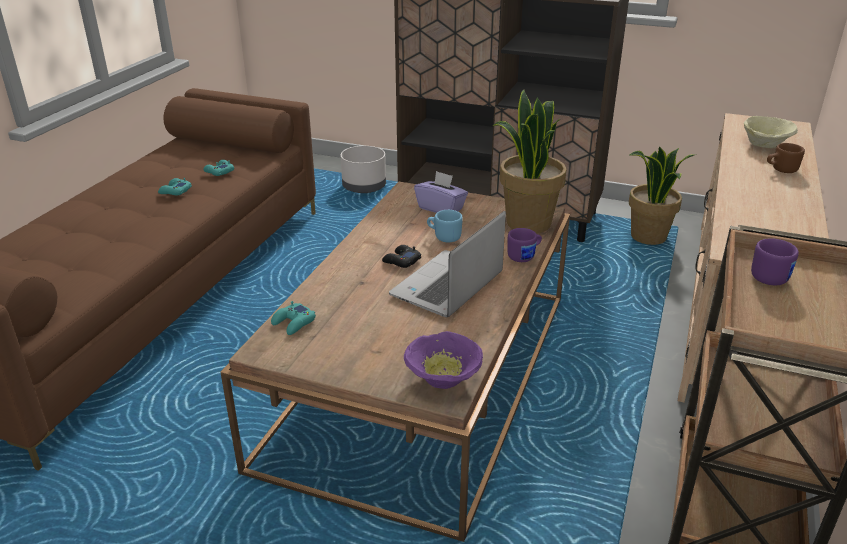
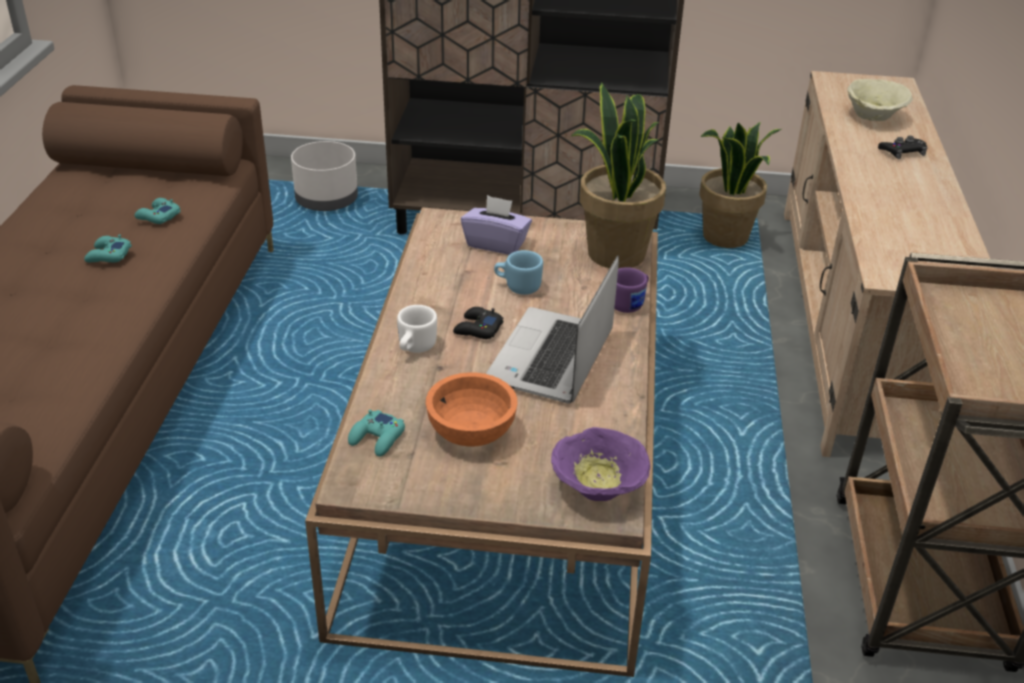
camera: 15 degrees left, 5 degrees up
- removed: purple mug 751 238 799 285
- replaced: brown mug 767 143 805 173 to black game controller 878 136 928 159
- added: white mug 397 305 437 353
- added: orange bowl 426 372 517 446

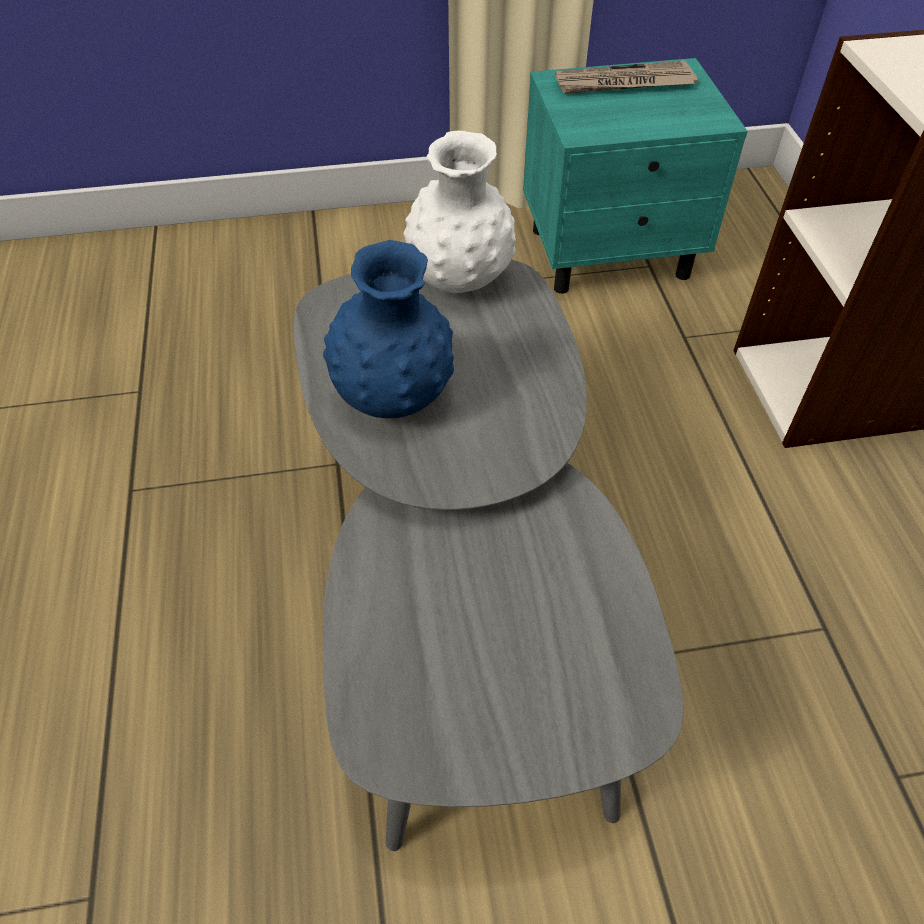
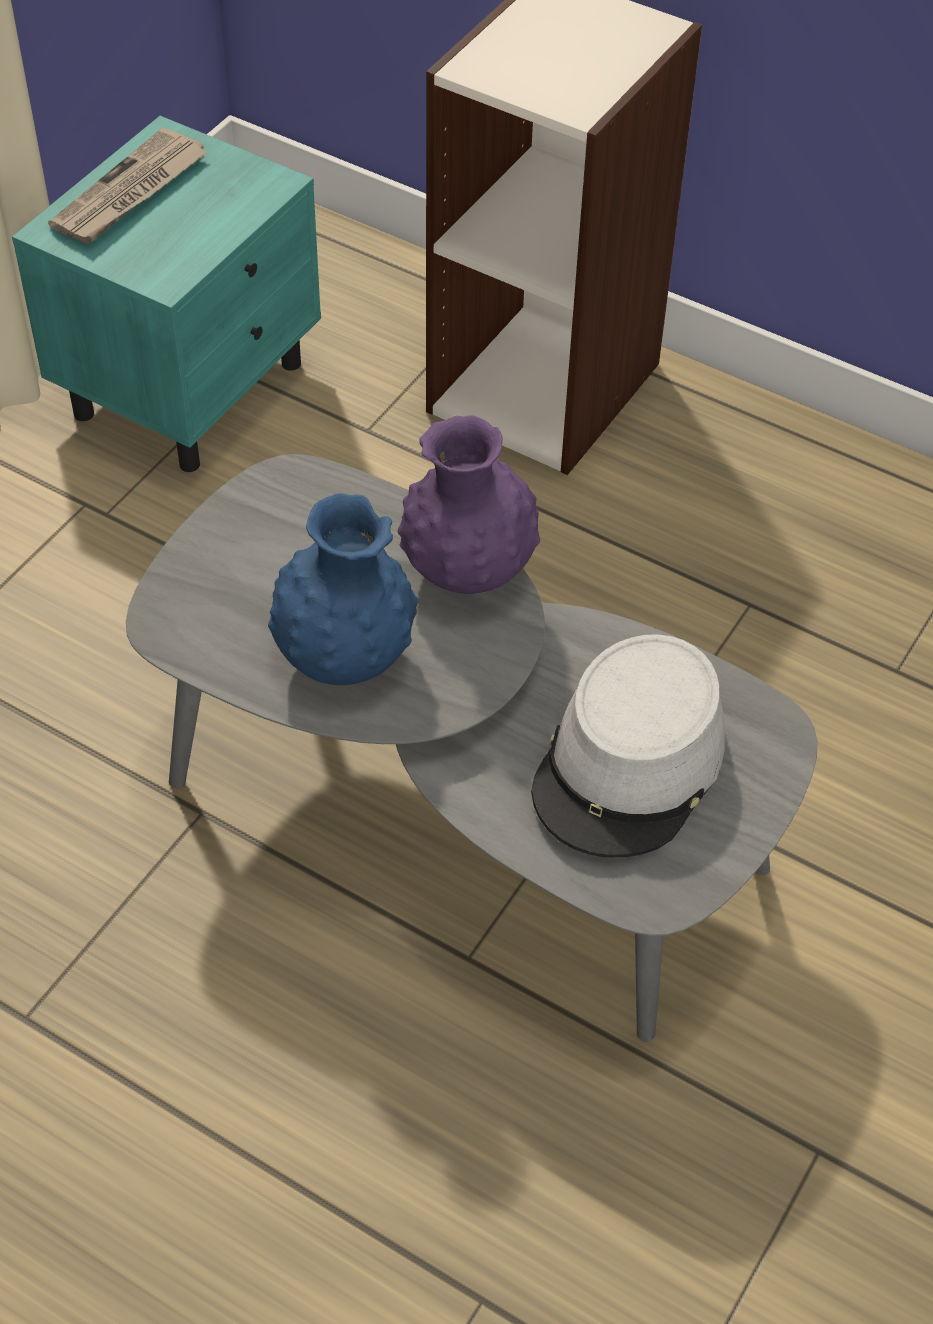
camera: 50 degrees left, 0 degrees up
- removed: white vase 404 131 516 293
- added: purple vase 398 415 540 594
- added: grey hat 531 634 725 858

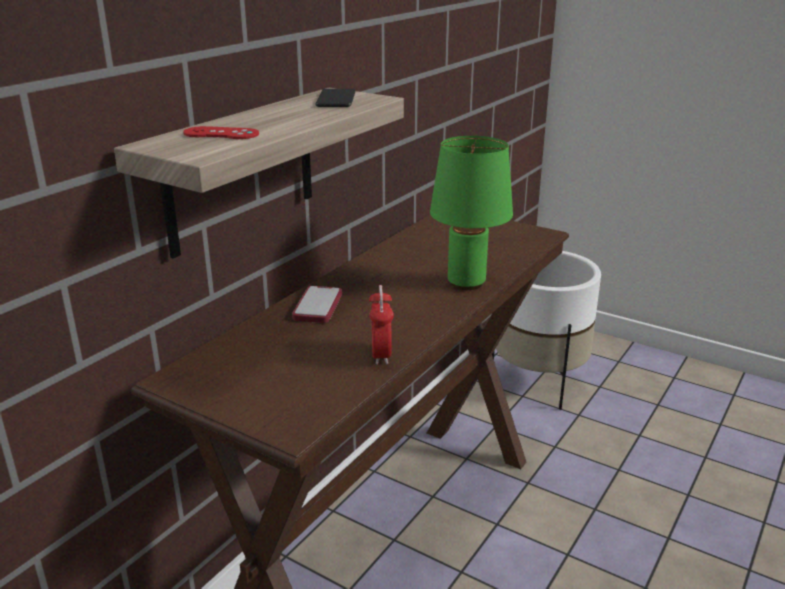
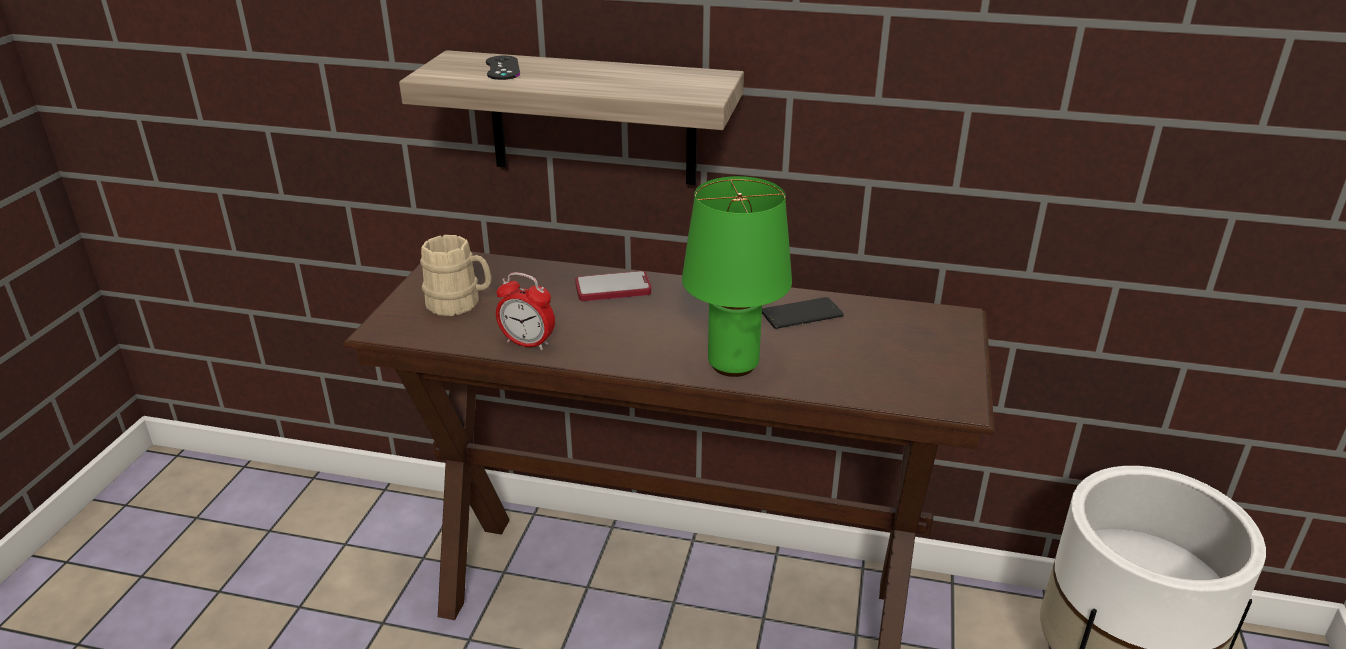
camera: 70 degrees right, 5 degrees up
- recoloured: red game controller 183 126 259 139 to black game controller 486 56 520 80
- moved: phone 315 89 355 107 to 762 297 844 329
- turned: alarm clock 369 285 394 365 = 496 272 555 350 135 degrees counterclockwise
- added: beige mug 420 235 491 316

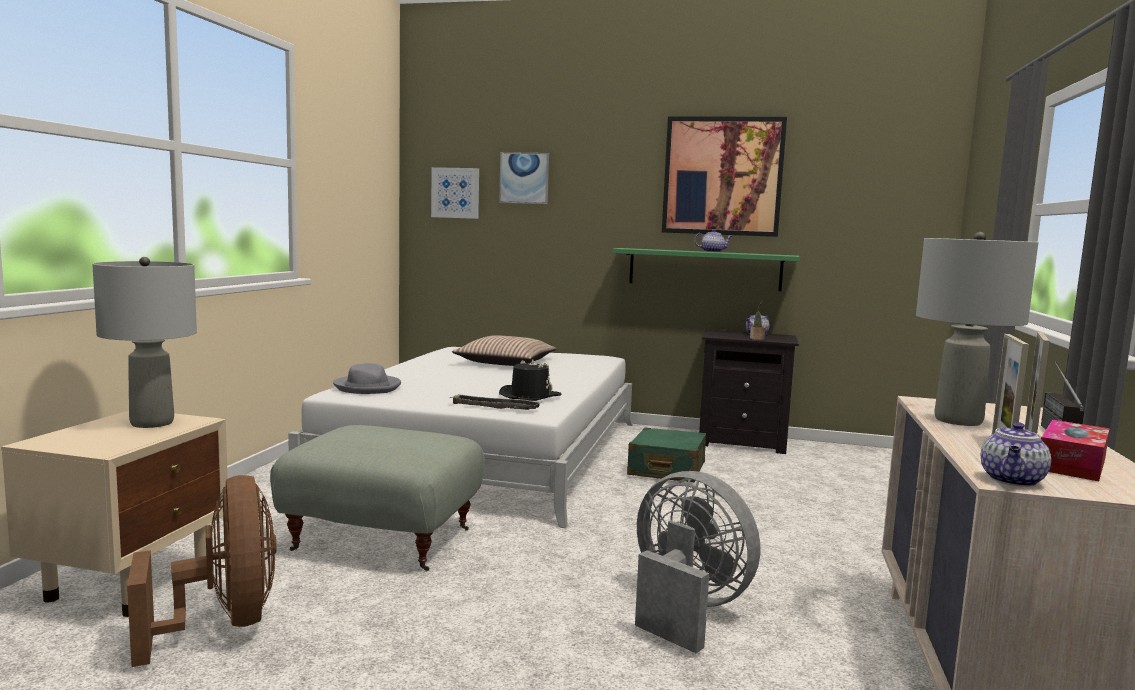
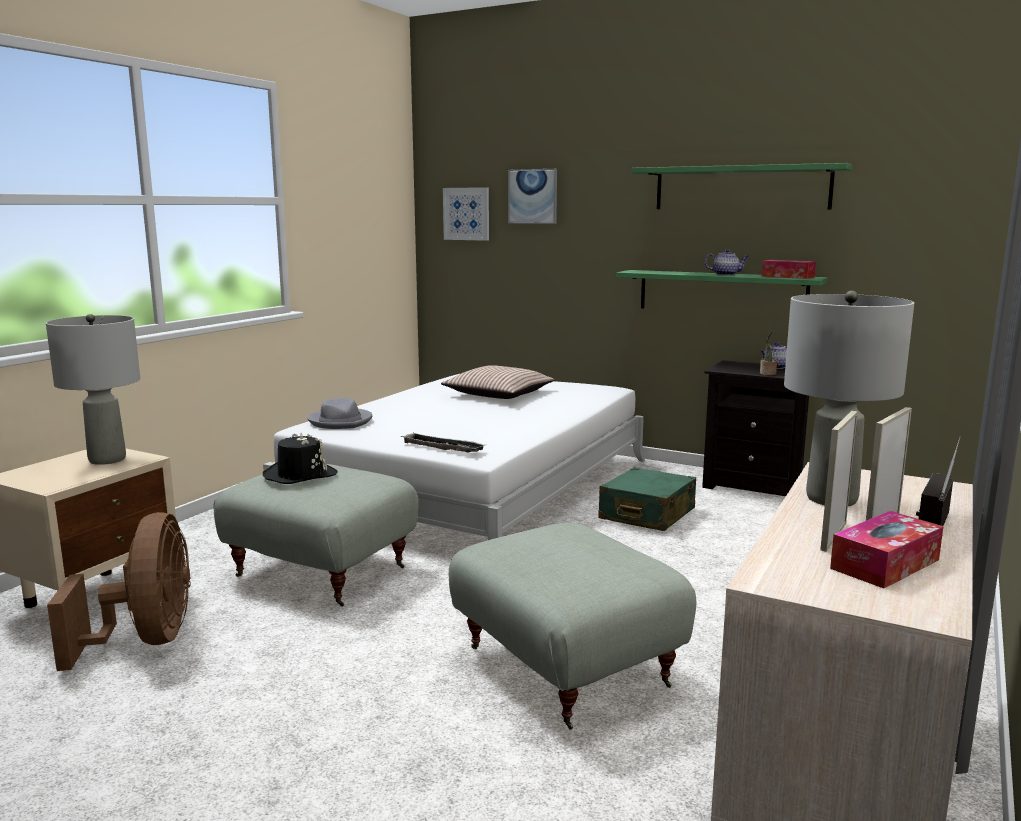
camera: 15 degrees right, 5 degrees up
- moved: black hat 499 359 562 401 to 263 433 338 484
- replaced: grey fan 635 471 760 654 to grey ottoman 449 523 696 730
- replaced: picture 662 116 787 237 to green shelf 632 163 853 209
- removed: teapot 981 422 1051 487
- added: tissue box 762 260 816 279

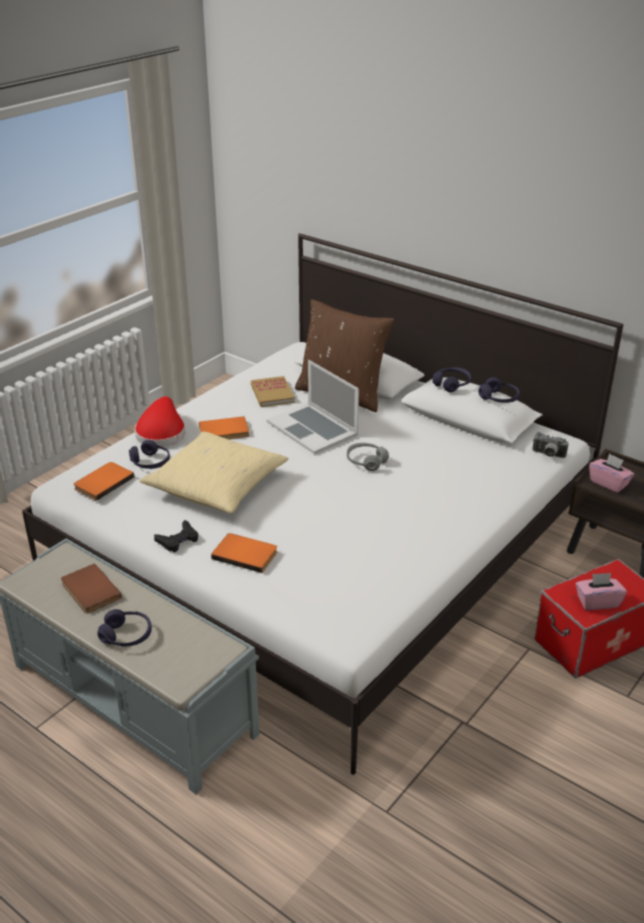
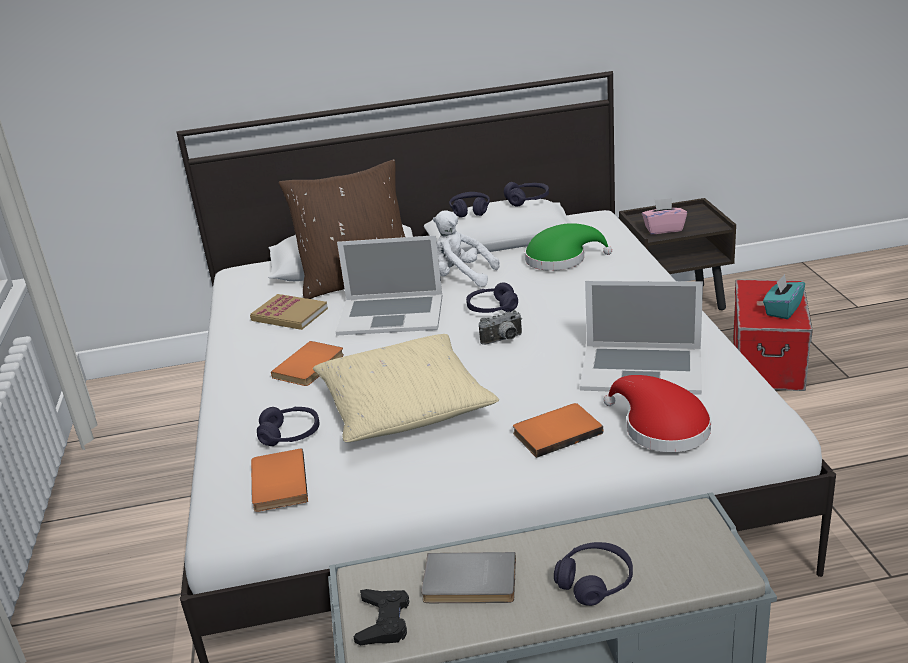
camera: 45 degrees left, 5 degrees down
- recoloured: brown book 61 563 122 614 to grey book 421 552 516 603
- moved: red hat 135 396 186 447 to 603 375 711 452
- moved: black game controller 154 520 198 552 to 354 589 409 645
- recoloured: grey headphones 347 443 389 471 to purple headphones 466 282 518 313
- moved: photo camera 532 432 568 458 to 479 310 522 345
- recoloured: pink tissue box 576 573 627 610 to turquoise tissue box 763 274 805 319
- added: white plush toy 433 211 500 287
- added: green hat 525 223 612 271
- added: laptop 580 281 703 395

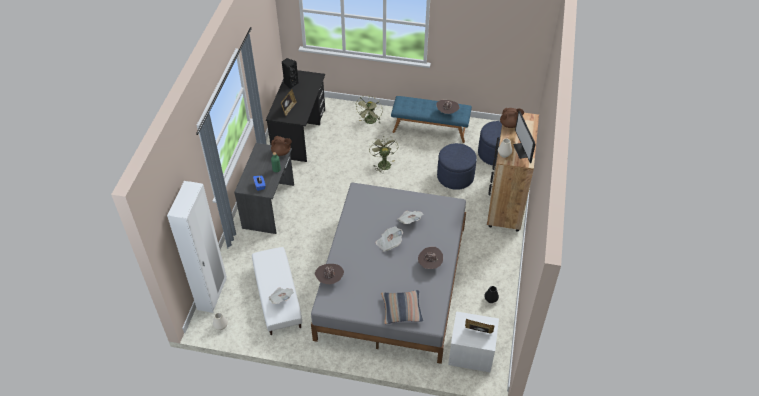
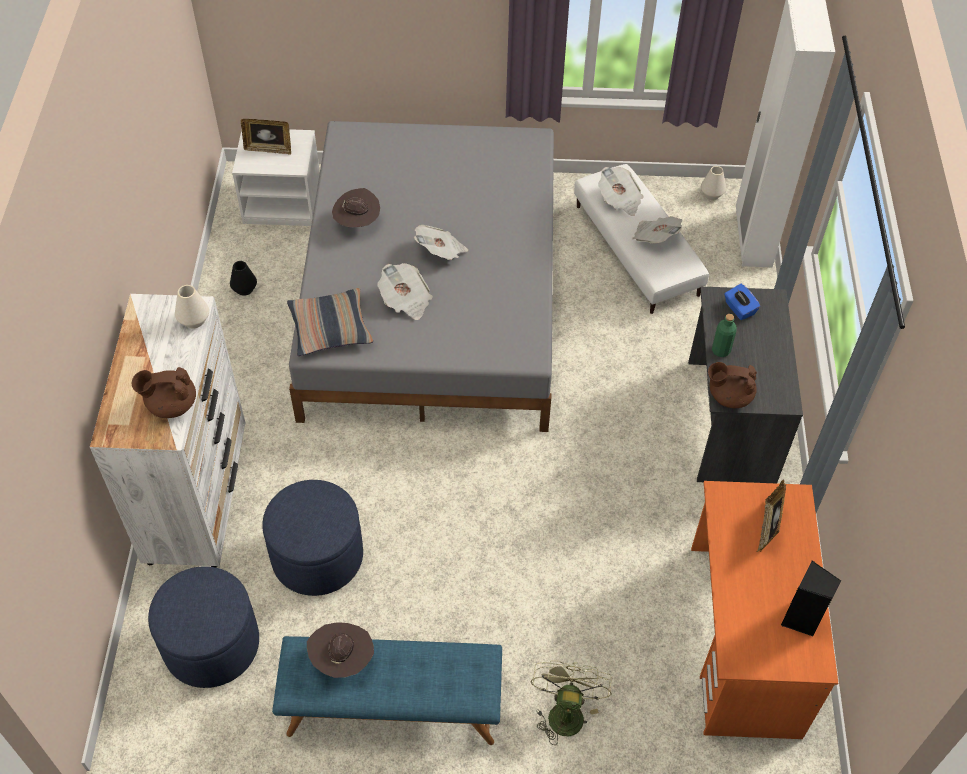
camera: 170 degrees right, 5 degrees up
- recoloured: black desk 266 70 325 162 to orange desk 691 481 838 739
- removed: brown hat 315 264 344 284
- removed: green fan 369 136 398 172
- moved: pillow 381 290 423 324 to 287 288 373 356
- recoloured: brown dresser 487 113 539 232 to white dresser 90 294 245 567
- removed: monitor 513 111 536 163
- added: newspaper 632 216 683 243

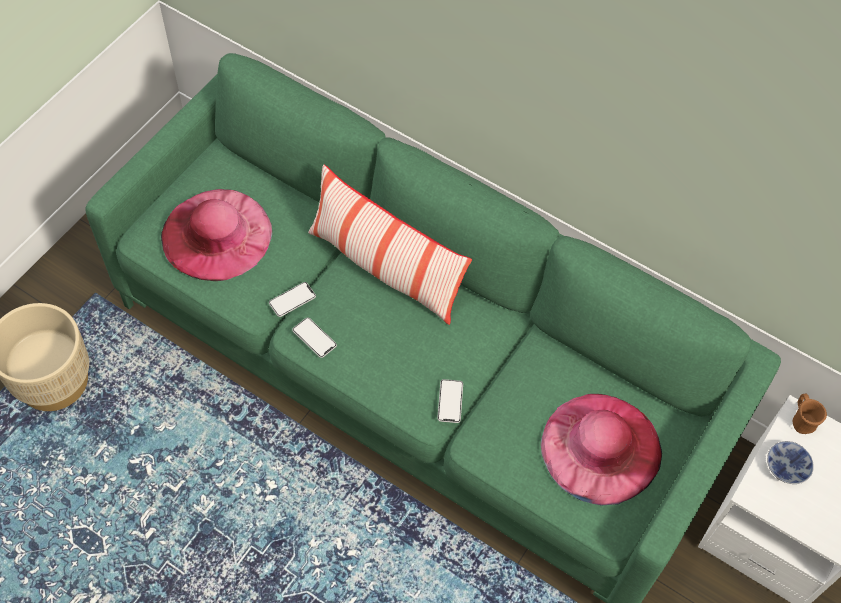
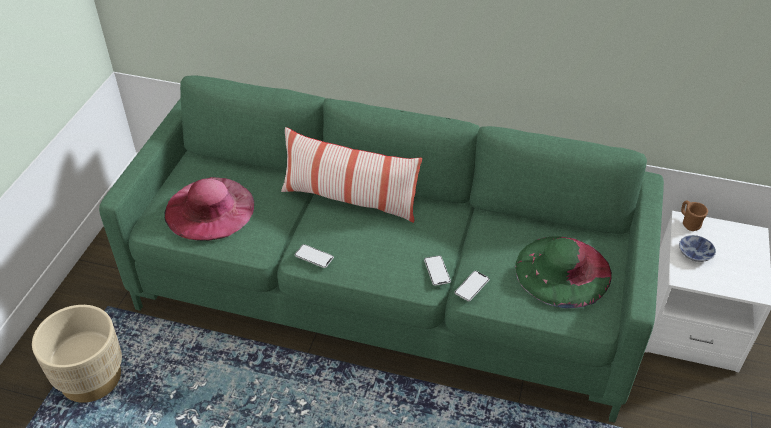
camera: 15 degrees left, 15 degrees down
- moved: phone 269 282 316 317 to 454 271 490 301
- recoloured: pink hat 541 394 662 505 to green hat 515 236 612 308

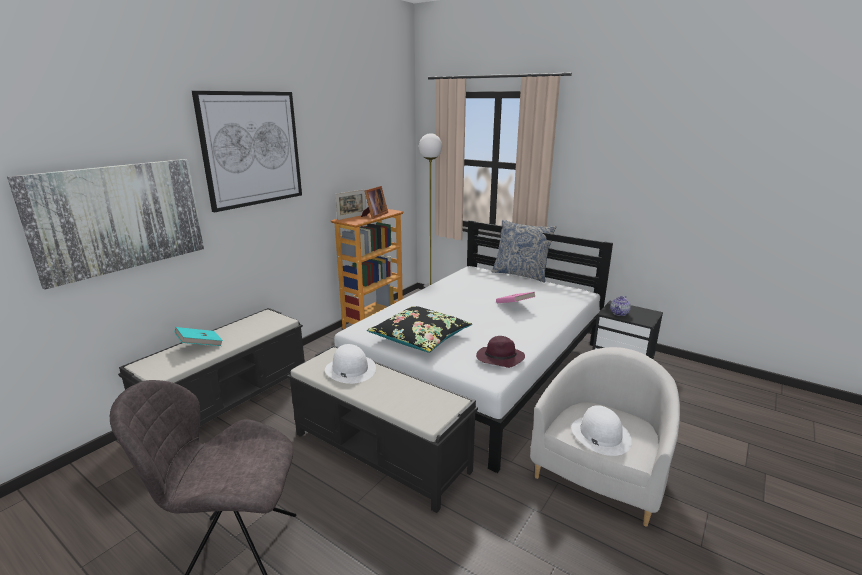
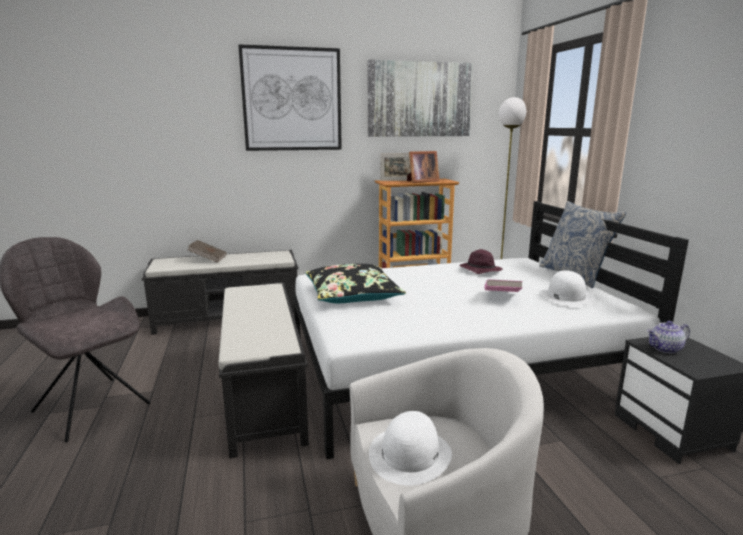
camera: 40 degrees right, 5 degrees down
- moved: picture 7 159 204 290 to 368 60 473 137
- recoloured: turquoise book 174 327 223 346 to brown book 187 240 227 263
- moved: white hat 325 344 376 384 to 539 270 595 307
- moved: purple hat 476 336 525 368 to 459 249 503 274

